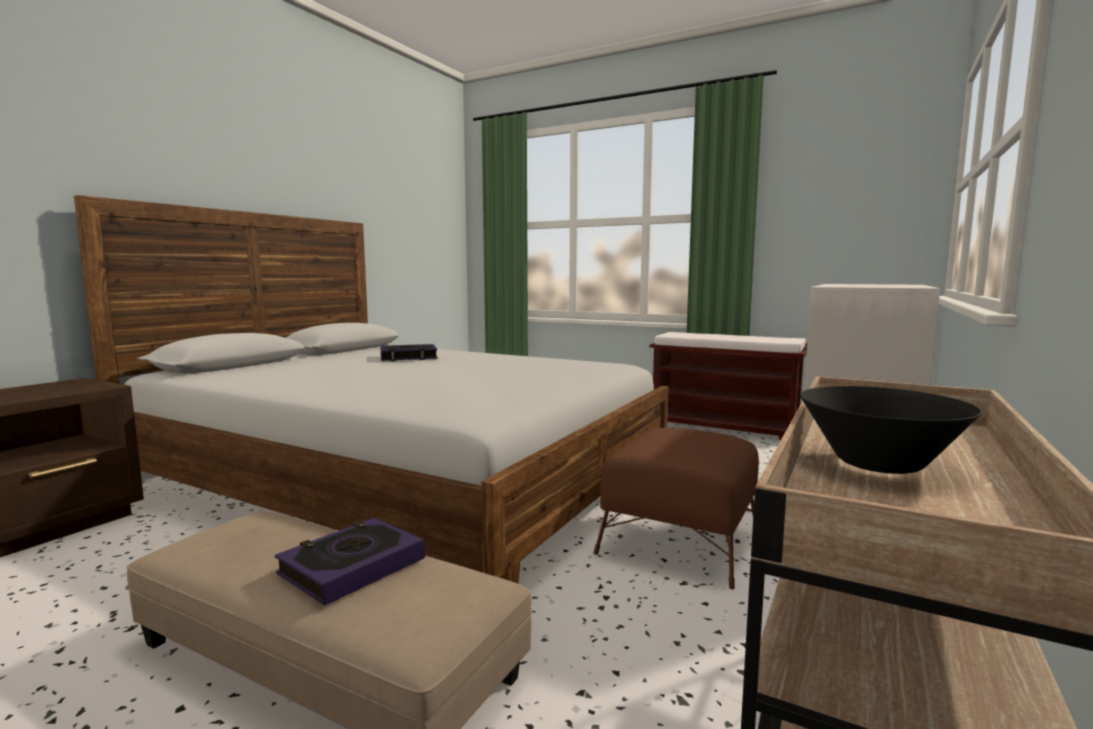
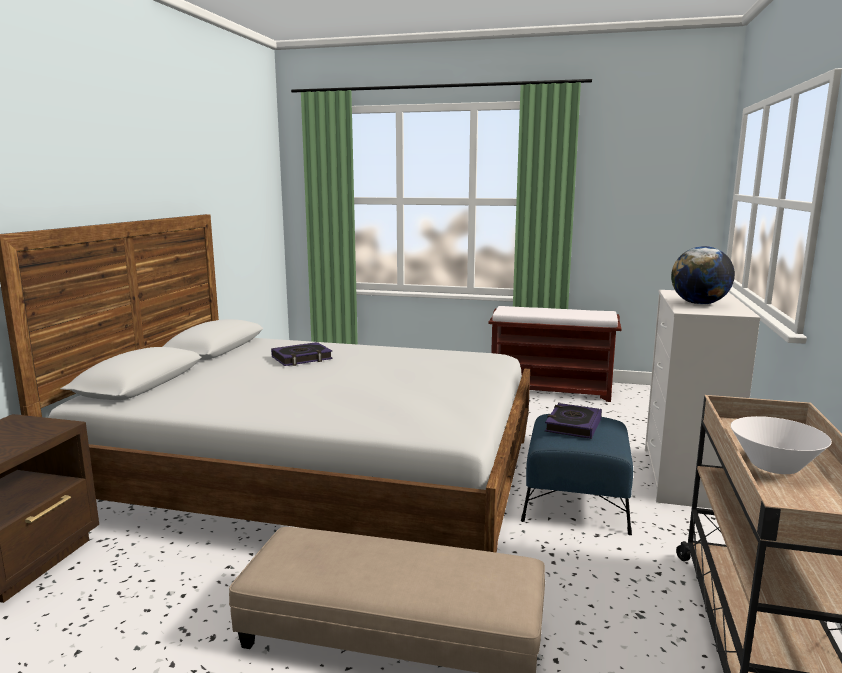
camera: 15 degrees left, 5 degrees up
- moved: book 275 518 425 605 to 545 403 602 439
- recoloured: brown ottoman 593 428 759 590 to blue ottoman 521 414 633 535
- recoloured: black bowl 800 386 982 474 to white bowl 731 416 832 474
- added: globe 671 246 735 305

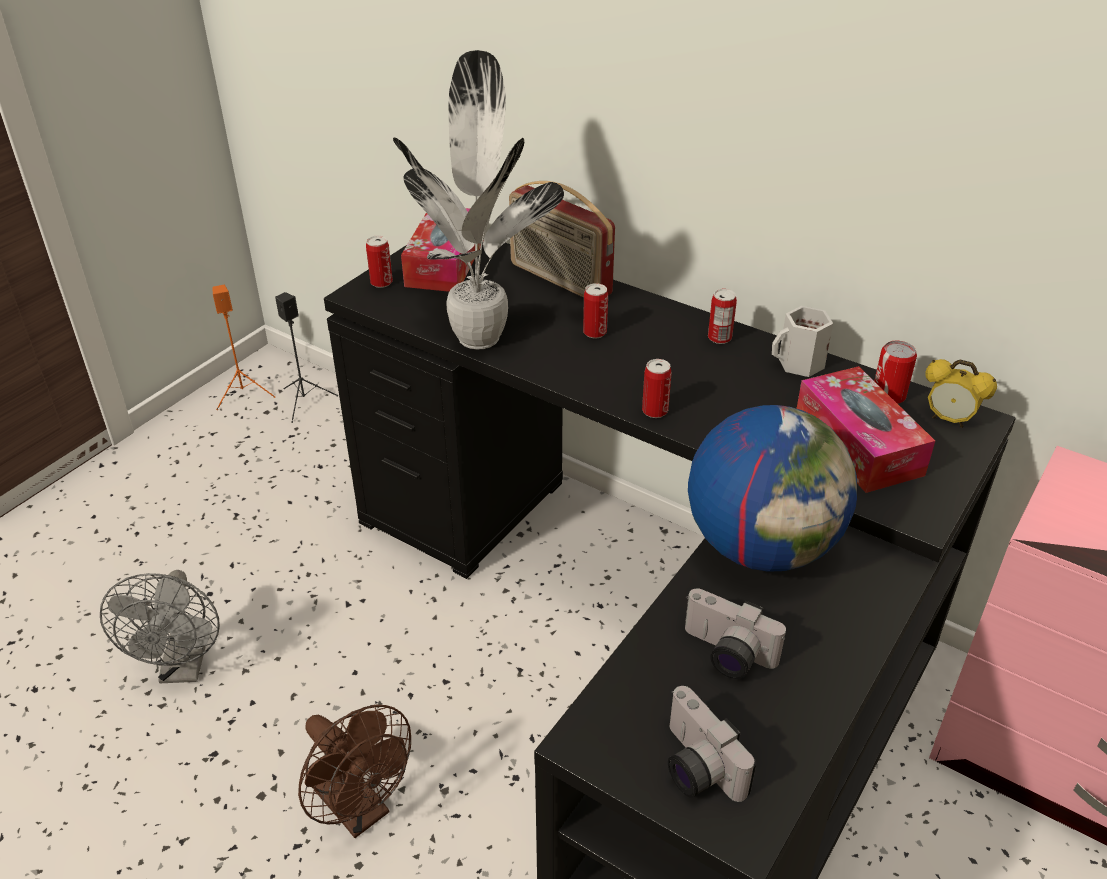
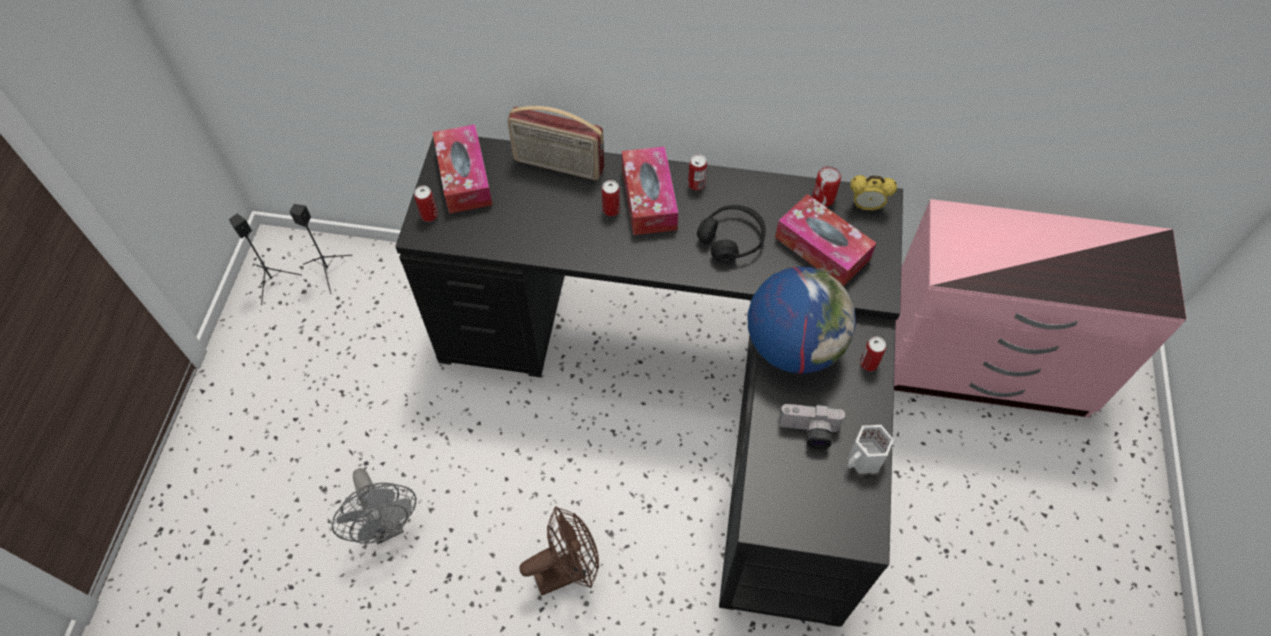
camera: 25 degrees left, 20 degrees up
- recoloured: orange speaker 213 285 275 410 to black speaker 229 214 302 305
- turned: brown fan 298 705 411 838 = 520 507 599 595 45 degrees counterclockwise
- removed: potted plant 393 50 564 350
- moved: can 642 359 672 418 to 860 337 886 371
- removed: photo camera 668 686 756 802
- moved: white mug 772 306 833 377 to 847 425 894 473
- added: tissue box 622 146 678 235
- added: black headphones 697 205 766 263

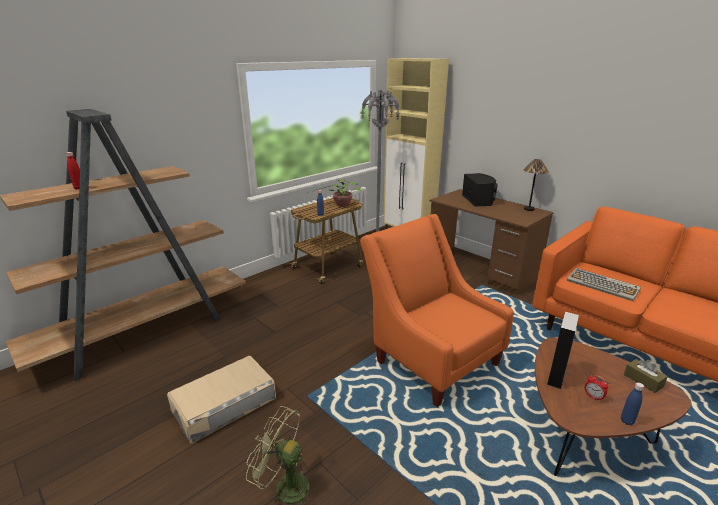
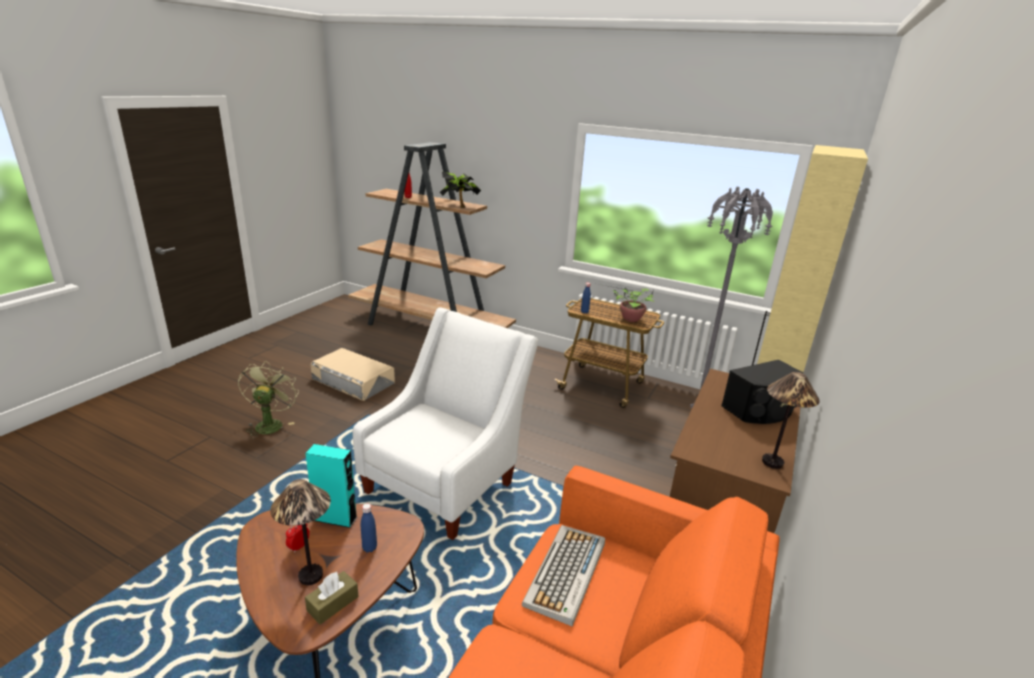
camera: 70 degrees right, 0 degrees up
- recoloured: orange armchair 360 214 514 407 to white armchair 353 307 538 540
- recoloured: grey speaker 547 312 579 389 to turquoise speaker 305 444 357 528
- moved: blue bottle 621 382 644 425 to 361 503 377 553
- added: table lamp 270 479 331 585
- added: potted plant 440 172 481 208

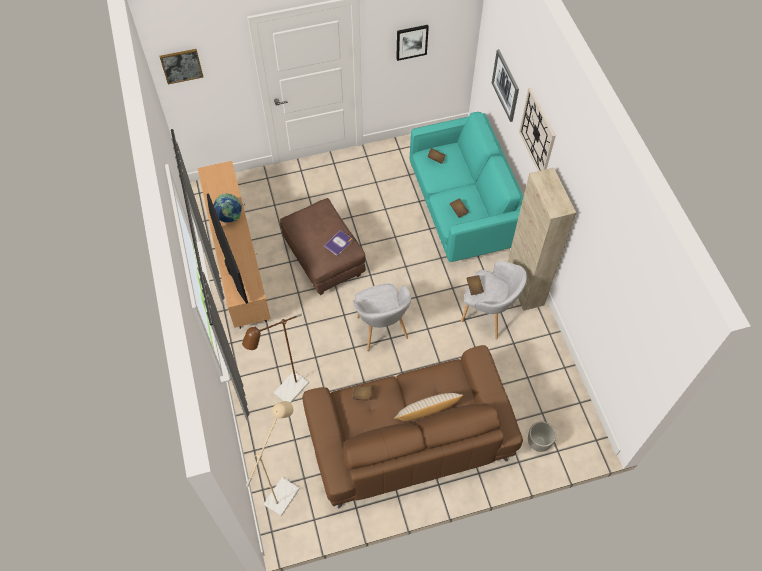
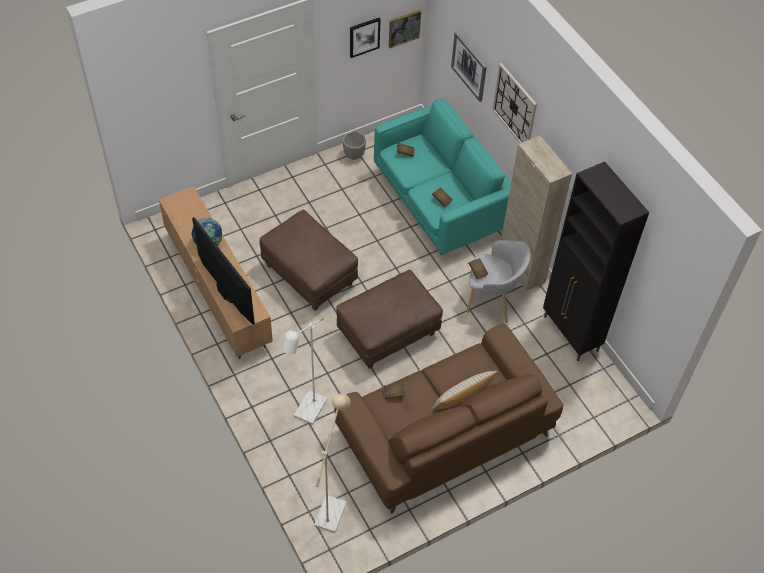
camera: 15 degrees left, 5 degrees down
- moved: picture 160 49 203 84 to 389 10 421 48
- recoloured: brown floor lamp 242 314 309 403 to white floor lamp 281 318 327 425
- removed: book 324 230 353 255
- replaced: grey armchair 353 283 411 351 to brown ottoman 336 270 443 369
- moved: planter 528 421 556 452 to 343 132 366 160
- added: black cabinet 543 162 649 361

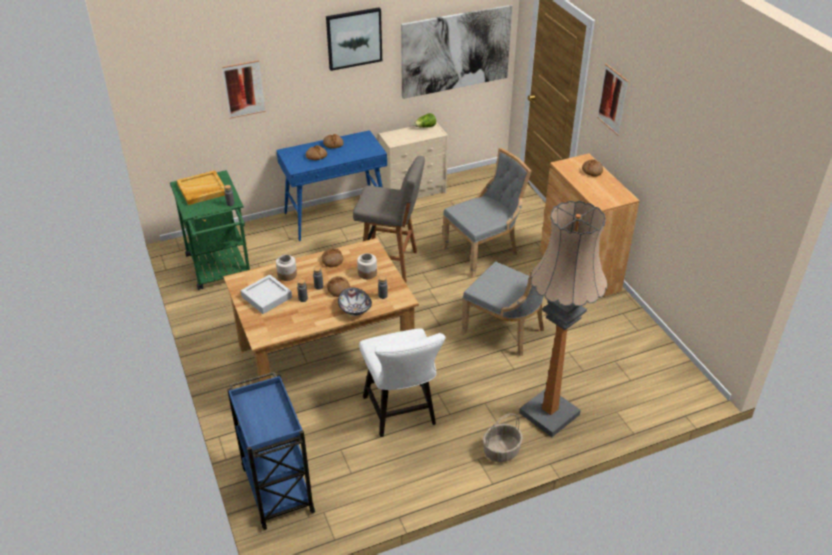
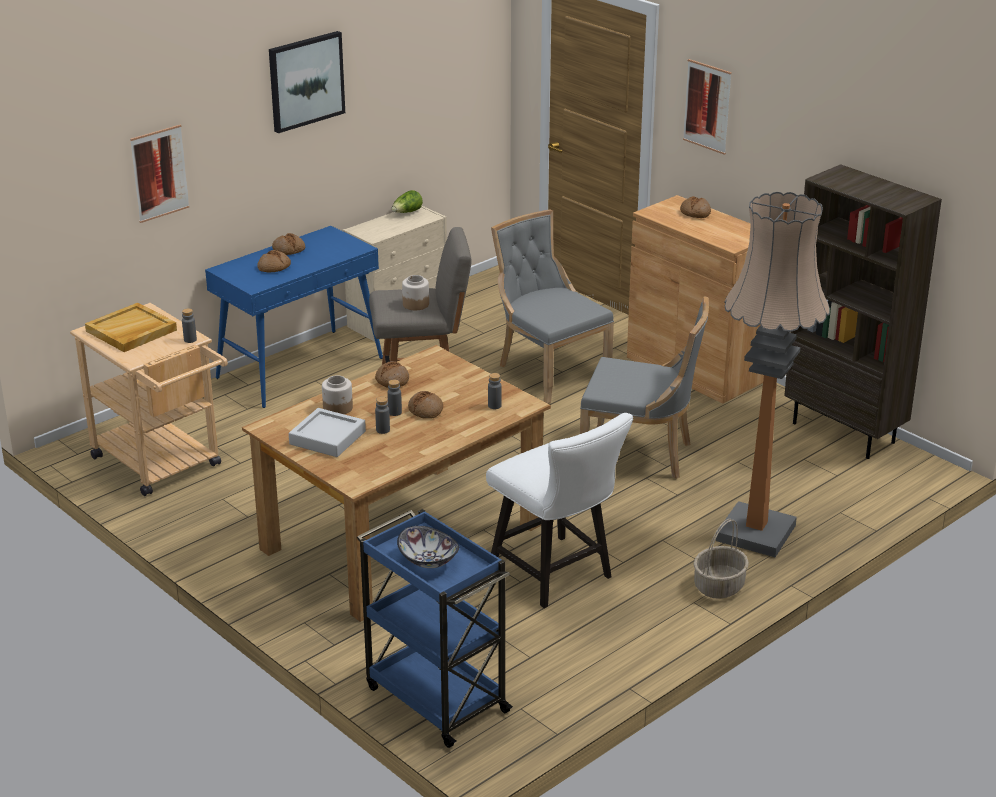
camera: 20 degrees left, 10 degrees down
- recoloured: green cart 170 170 250 290 to beige cart 70 303 228 496
- moved: bowl 338 287 372 316 to 397 526 459 568
- moved: jar 357 253 377 279 to 402 275 429 310
- removed: picture 401 4 512 99
- turned: grey chair 442 148 531 278 = 491 210 614 404 75 degrees counterclockwise
- added: brown bookcase 784 164 942 459

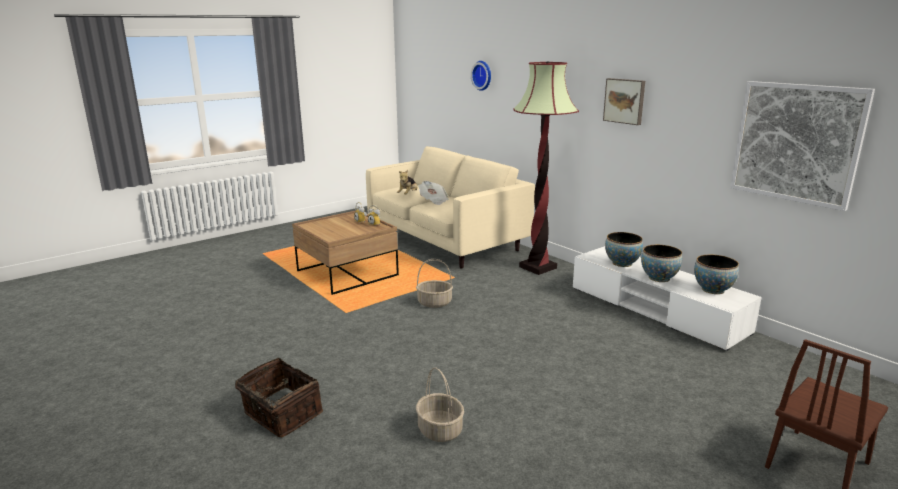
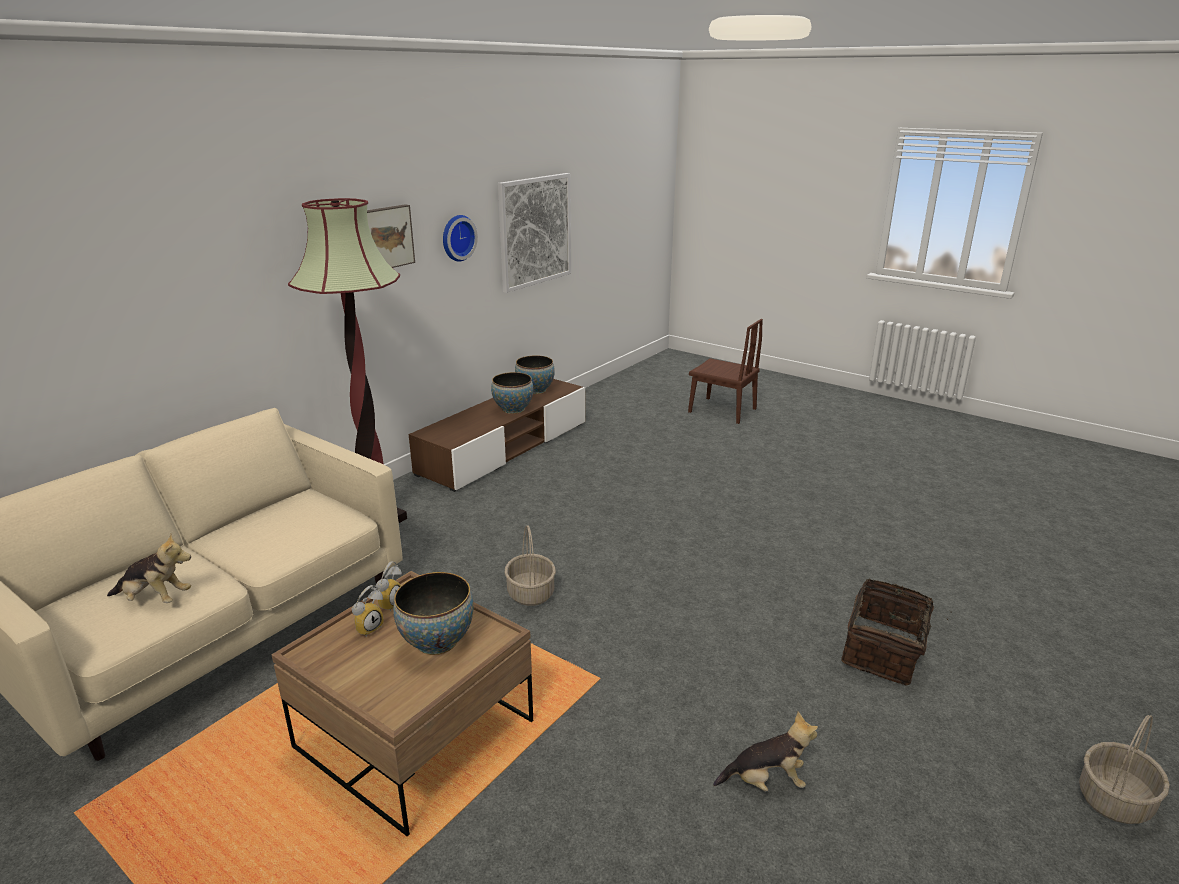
camera: 105 degrees left, 5 degrees up
- moved: basket 416 368 464 442 to 1079 715 1170 824
- removed: newspaper 418 181 449 205
- moved: wall clock 471 61 491 91 to 443 215 478 262
- recoloured: white tv stand 573 246 762 351 to brown tv stand 409 379 585 492
- moved: bowl 605 232 643 267 to 393 572 473 655
- added: plush toy 713 711 818 792

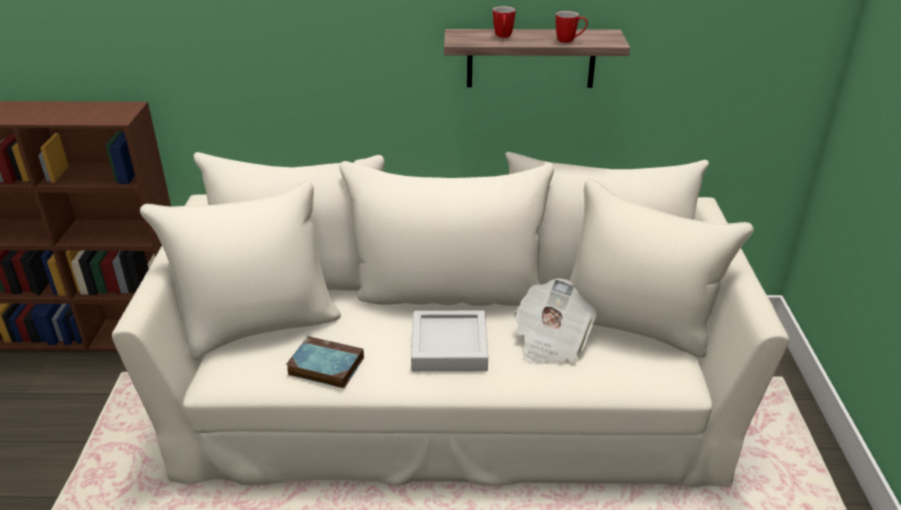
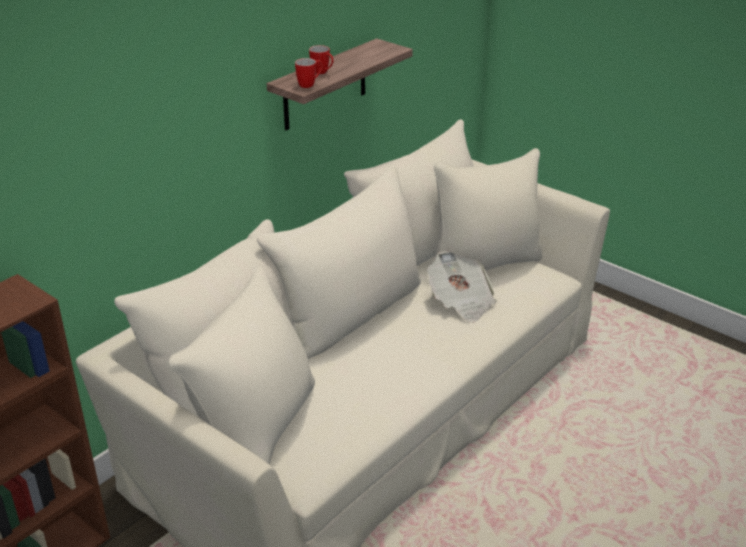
camera: 50 degrees left, 0 degrees up
- removed: book 286 336 364 388
- removed: grey tray 411 311 488 371
- moved: mug 556 11 588 43 to 295 58 323 88

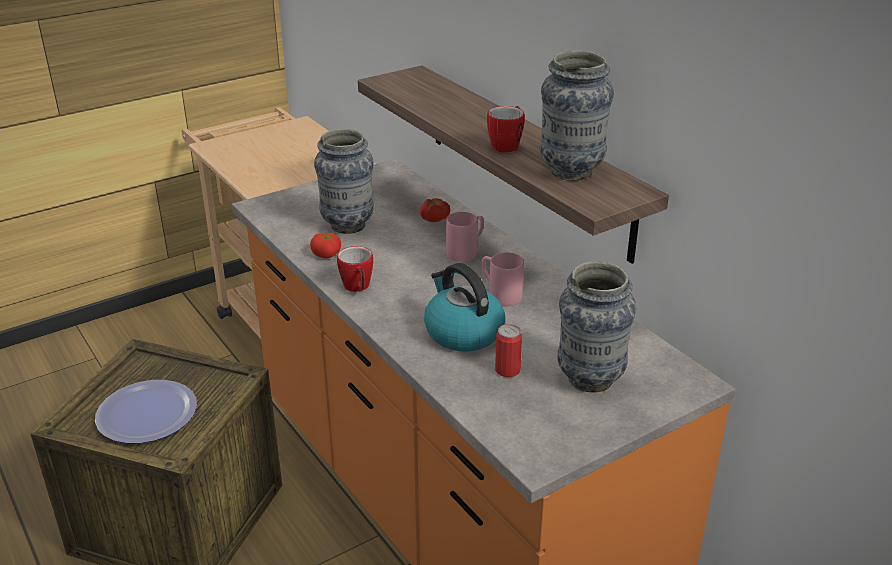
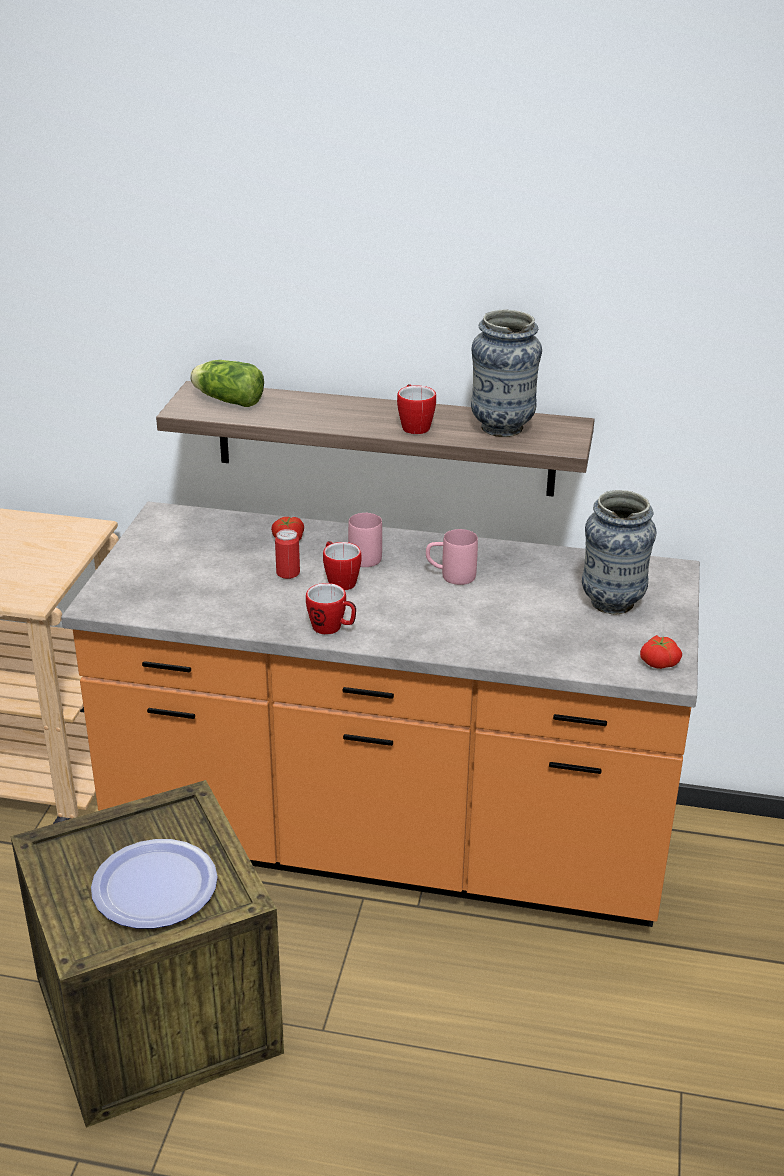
camera: 45 degrees left, 0 degrees up
- moved: tomato 310 233 341 258 to 640 635 682 669
- removed: vase 314 129 374 234
- removed: kettle 424 263 505 352
- moved: can 495 324 522 377 to 275 529 300 579
- added: lettuce 190 360 264 407
- added: mug 323 541 361 590

